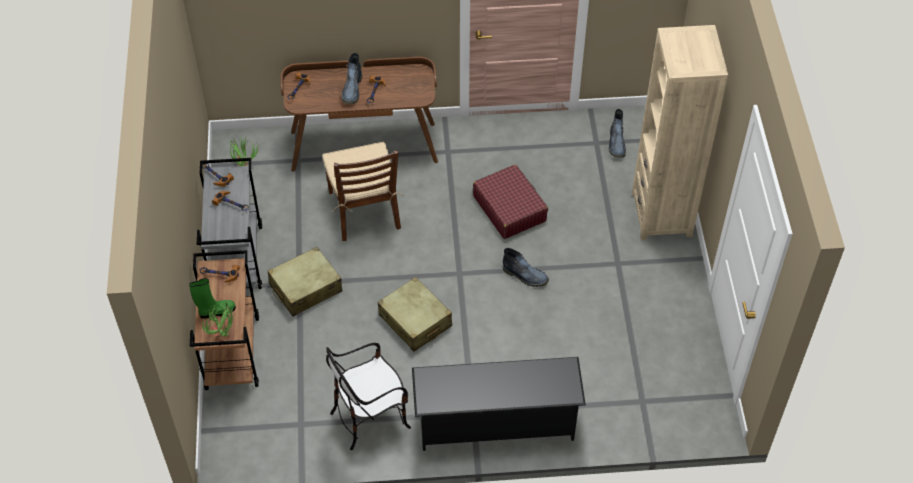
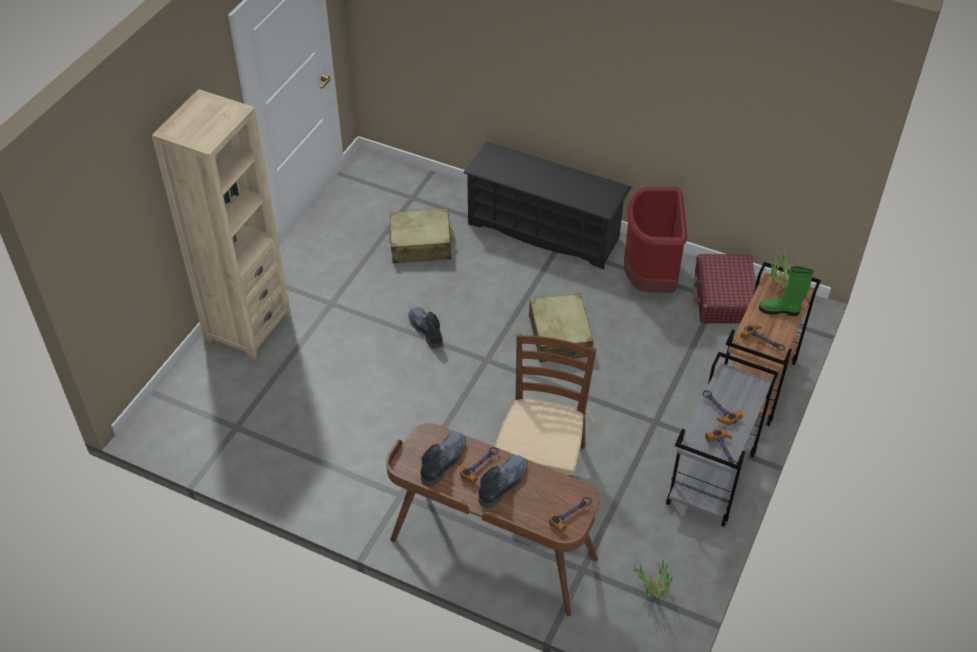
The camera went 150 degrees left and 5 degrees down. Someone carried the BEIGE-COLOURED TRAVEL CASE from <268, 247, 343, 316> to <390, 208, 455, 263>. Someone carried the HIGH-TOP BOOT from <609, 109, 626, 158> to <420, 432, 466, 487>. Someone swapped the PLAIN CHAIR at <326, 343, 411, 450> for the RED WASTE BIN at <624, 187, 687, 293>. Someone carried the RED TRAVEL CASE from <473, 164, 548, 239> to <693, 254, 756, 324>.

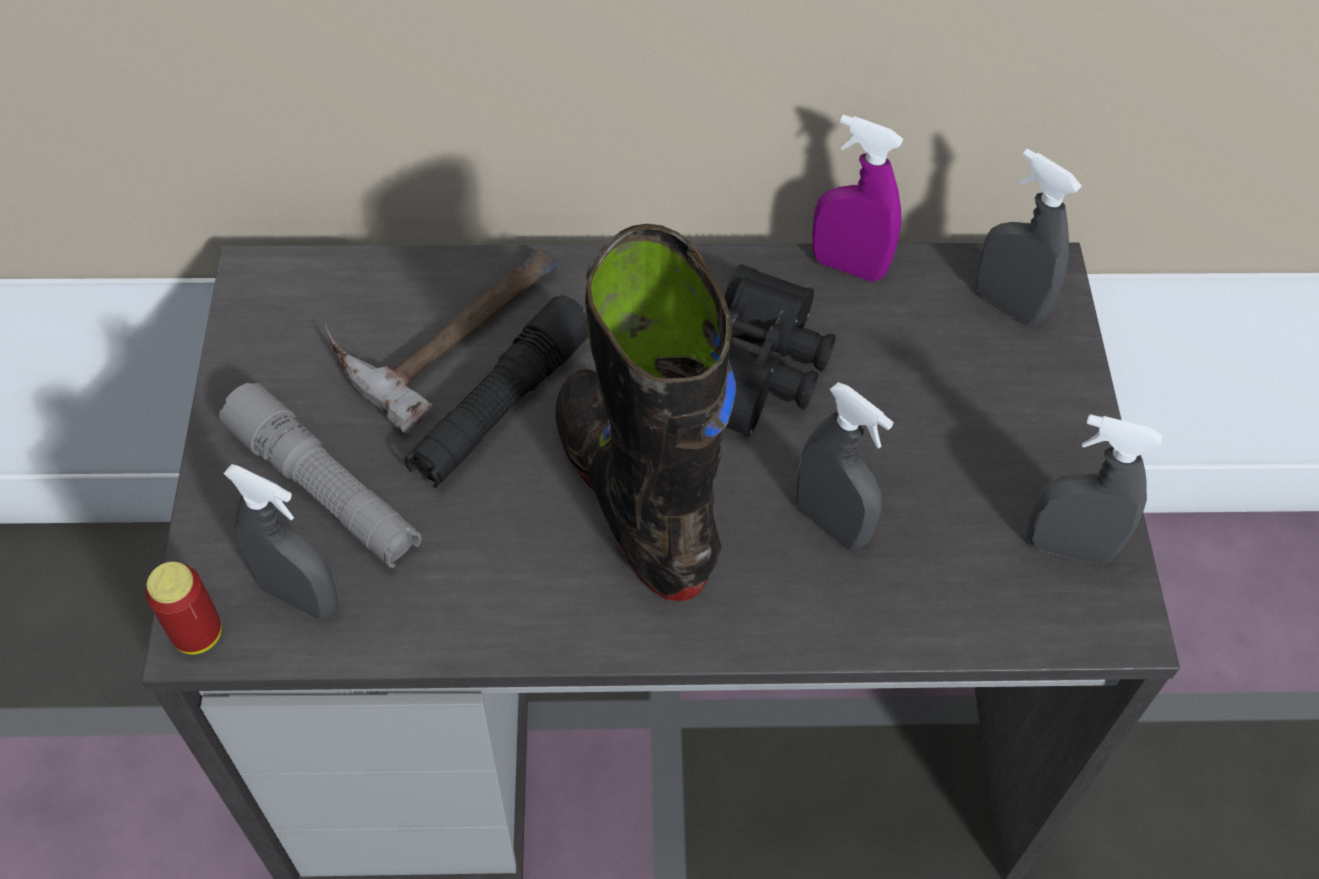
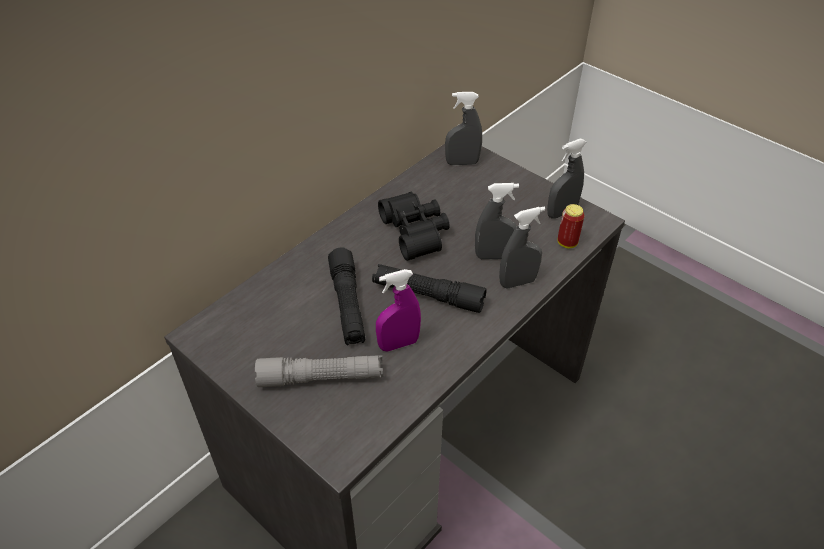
The camera went 45 degrees left and 10 degrees down. Someone swapped the BLACK HIGH-TOP BOOT at <555, 224, 736, 602> for the BLACK TORCH at <372, 264, 487, 313>. Someone carried the PURPLE SPRAY BOTTLE from <812, 115, 903, 282> to <376, 269, 421, 351>. Someone carried the GREY SPRAY BOTTLE from <223, 464, 338, 620> to <499, 207, 545, 288>. Someone carried the SEALED CAN from <145, 562, 222, 655> to <558, 204, 584, 248>. Someone took away the TOOL HAMMER at <325, 249, 558, 435>.

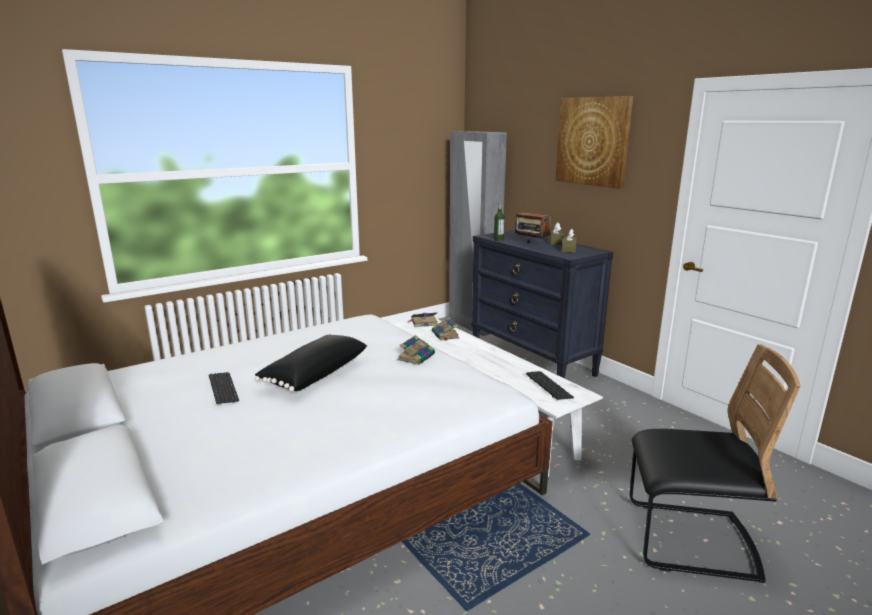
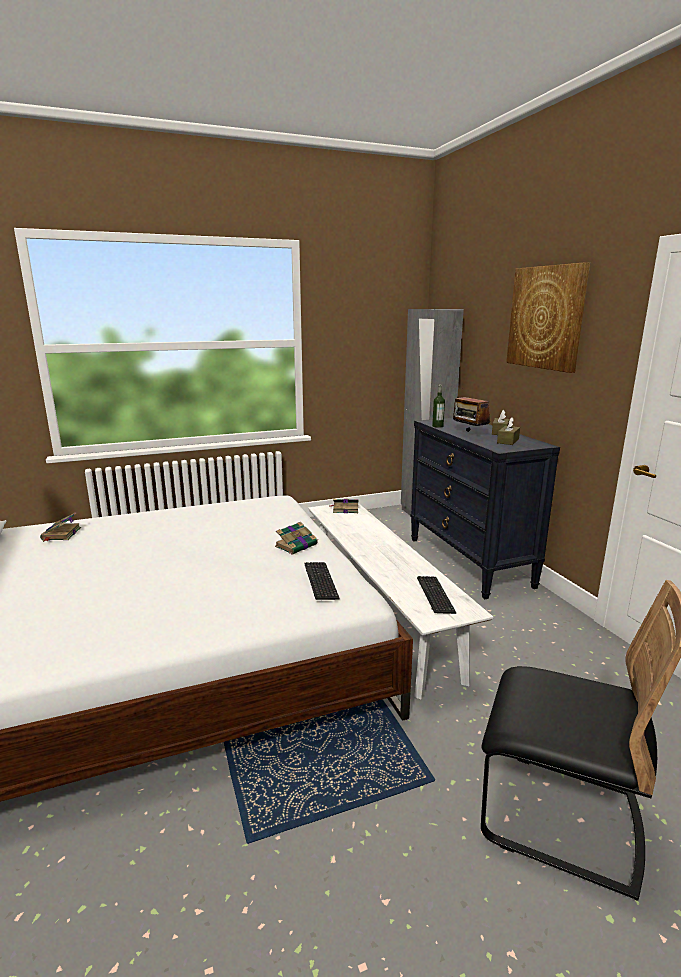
The camera went 15 degrees right and 0 degrees up. Someone carried the BOUND BOOK from <432, 317, 460, 341> to <40, 512, 81, 542>. Someone carried the PC KEYBOARD from <209, 372, 239, 404> to <304, 562, 340, 600>. Someone took away the BLACK THROW PILLOW at <255, 335, 368, 392>.

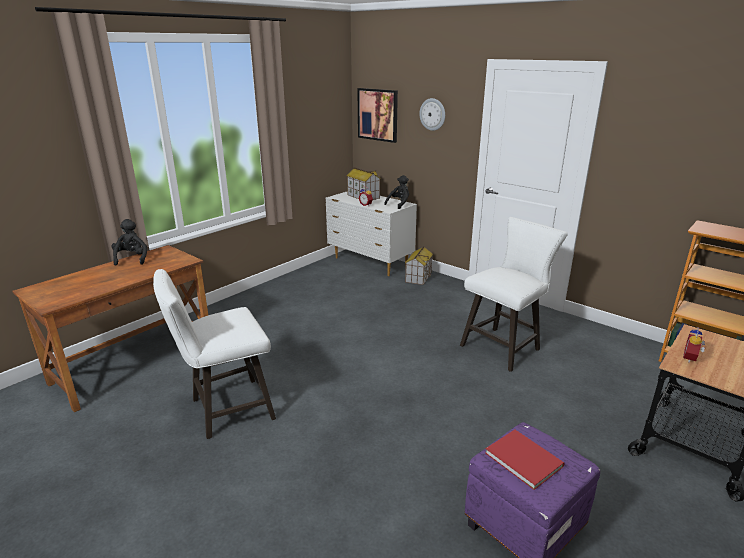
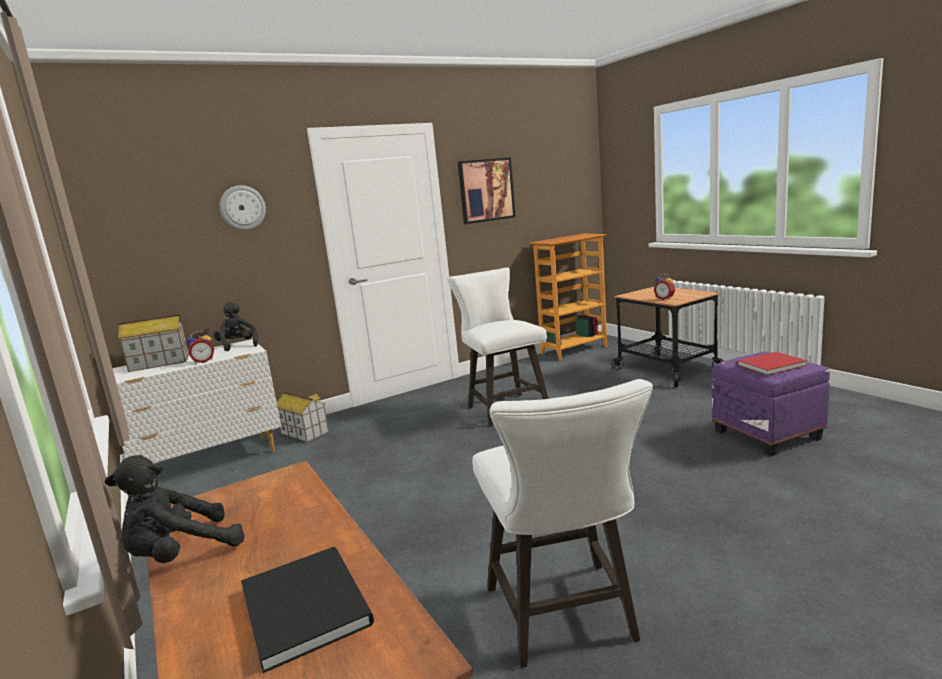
The camera went 70 degrees left and 10 degrees down. Someone rotated the BLACK PLUSH TOY at <112, 219, 147, 266> by 45 degrees counterclockwise. Someone put down the BLACK BOUND BOOK at <241, 547, 374, 673>. Someone carried the WALL PICTURE from <357, 88, 398, 143> to <458, 157, 516, 224>.

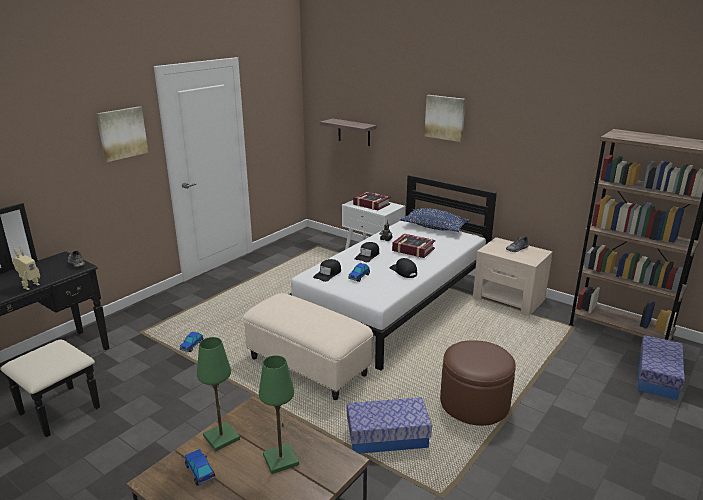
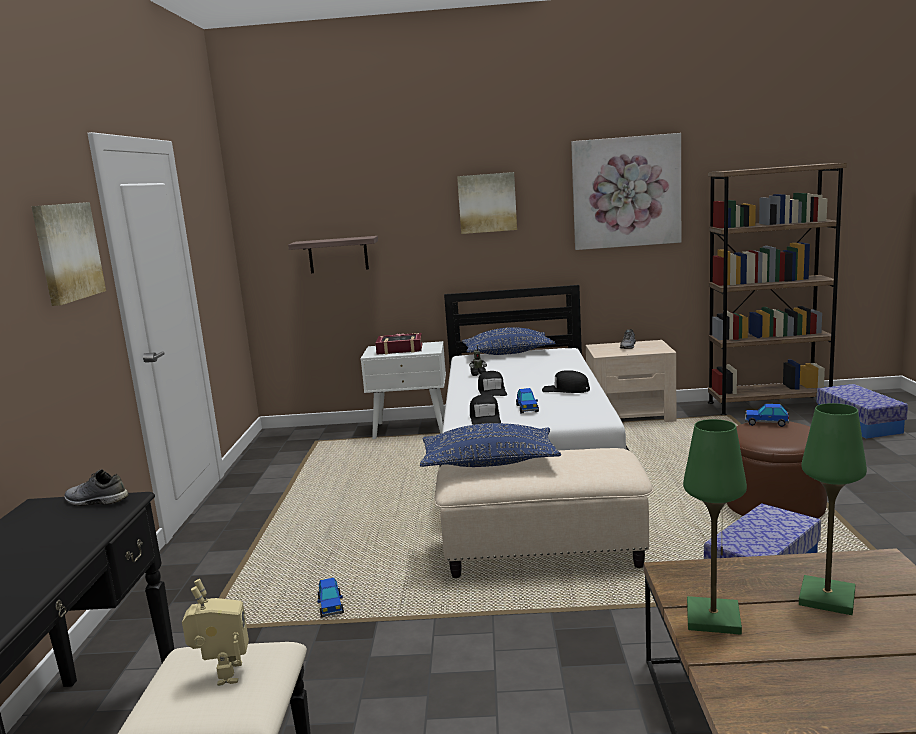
The camera went 35 degrees left and 10 degrees down. Someone carried the MODEL ROBOT from <13, 246, 40, 290> to <182, 579, 249, 686>. Someone put down the BLUISH THROW PILLOW at <420, 423, 561, 467>. Someone put up the WALL PICTURE at <571, 133, 681, 250>. Someone carried the MODEL CAR from <185, 449, 215, 486> to <745, 404, 789, 427>. Someone took away the BOUND BOOK at <392, 234, 435, 258>.

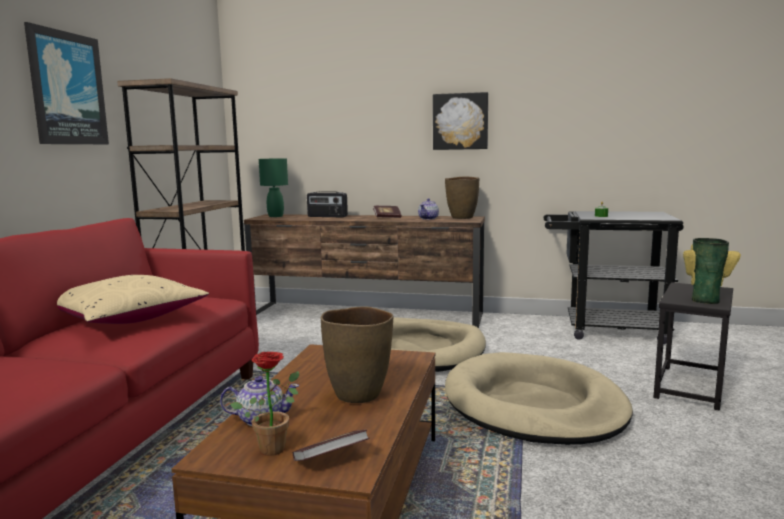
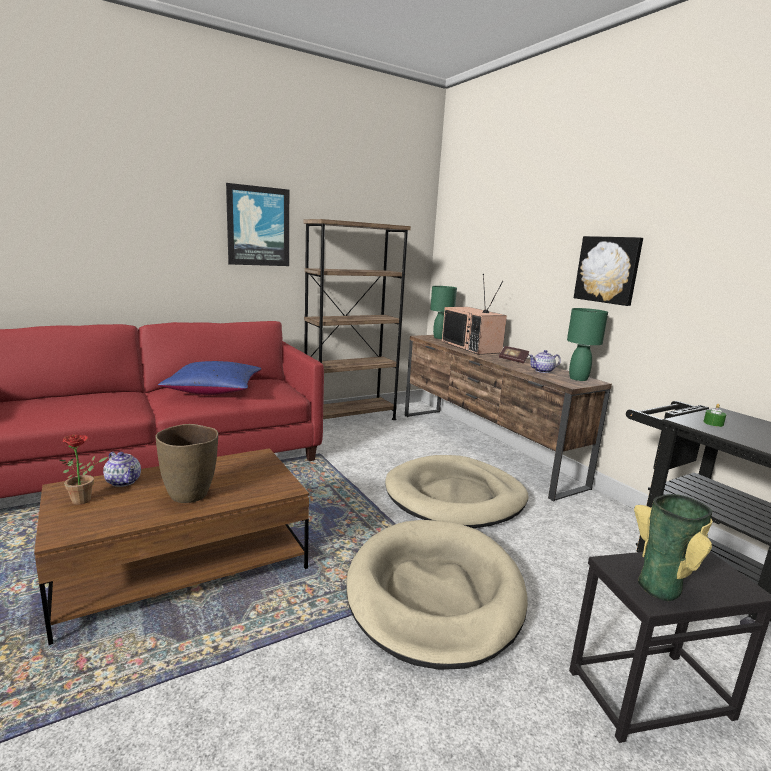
The camera went 45 degrees right and 5 degrees up. Someone repainted the BEIGE-COLOURED THROW PILLOW at <57, 275, 209, 324>, which became the BLUISH THROW PILLOW at <158, 361, 261, 395>. Someone swapped the RADIO RECEIVER at <307, 191, 348, 217> for the TELEVISION at <442, 274, 507, 354>. Someone swapped the BROWN DECORATIVE VASE at <445, 176, 480, 219> for the GREEN LAMP FOR A TABLE at <567, 308, 608, 381>. Someone took away the BOUND BOOK at <292, 430, 370, 461>.

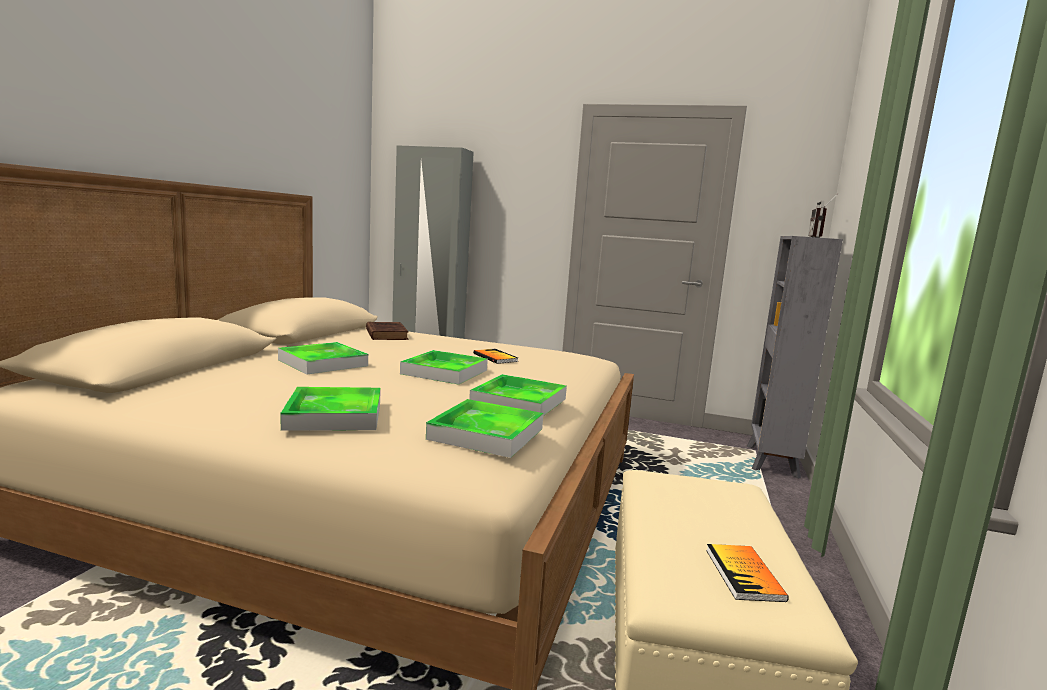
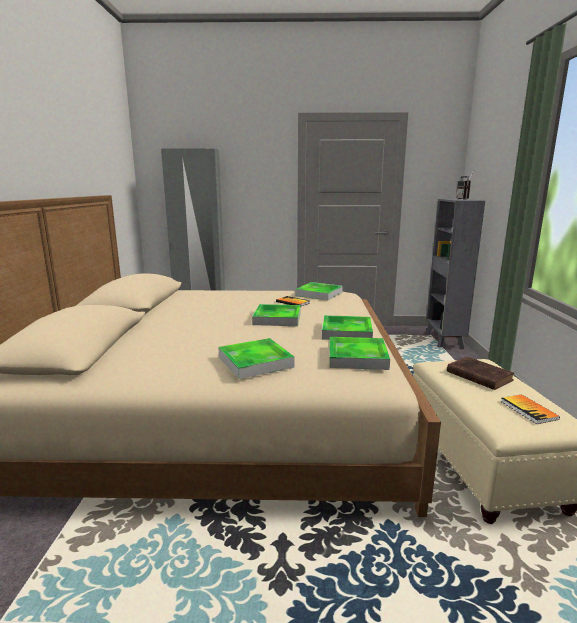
The camera went 15 degrees left and 5 degrees up. Someone carried the TRAY from <278, 342, 368, 374> to <295, 282, 343, 300>. Someone carried the BROWN BOUND BOOK from <366, 322, 408, 340> to <447, 357, 515, 390>.

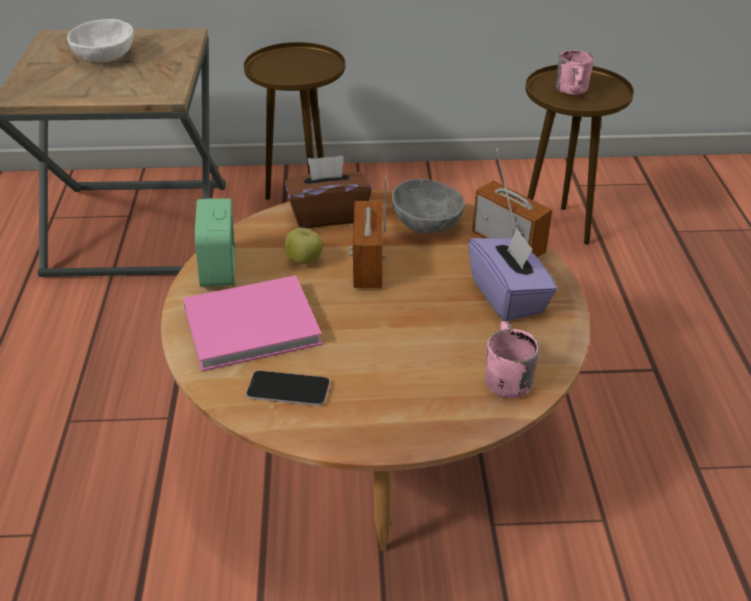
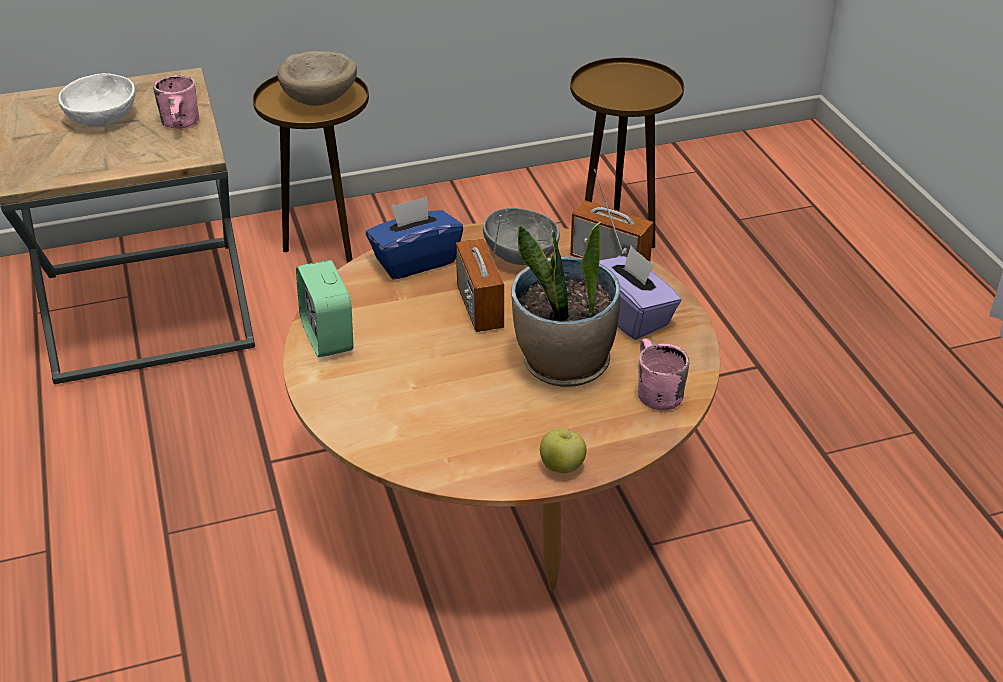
The camera went 15 degrees left and 0 degrees up. Someone carried the PINK-COLOURED COFFEE MUG from <556, 50, 594, 95> to <153, 76, 199, 129>. Someone put down the BEIGE-COLOURED BOWL at <277, 51, 357, 106>. Someone repainted the BROWN TISSUE HOLDER at <285, 155, 372, 228>, which became the BLUISH TISSUE HOLDER at <366, 196, 463, 280>. Someone put down the PLANT IN A POT at <511, 222, 620, 387>. Someone carried the APPLE FRUIT from <285, 228, 323, 264> to <540, 429, 587, 473>. Someone took away the PINK-COLOURED BOUND BOOK at <183, 275, 322, 371>. Someone took away the HANDSET at <246, 370, 330, 406>.

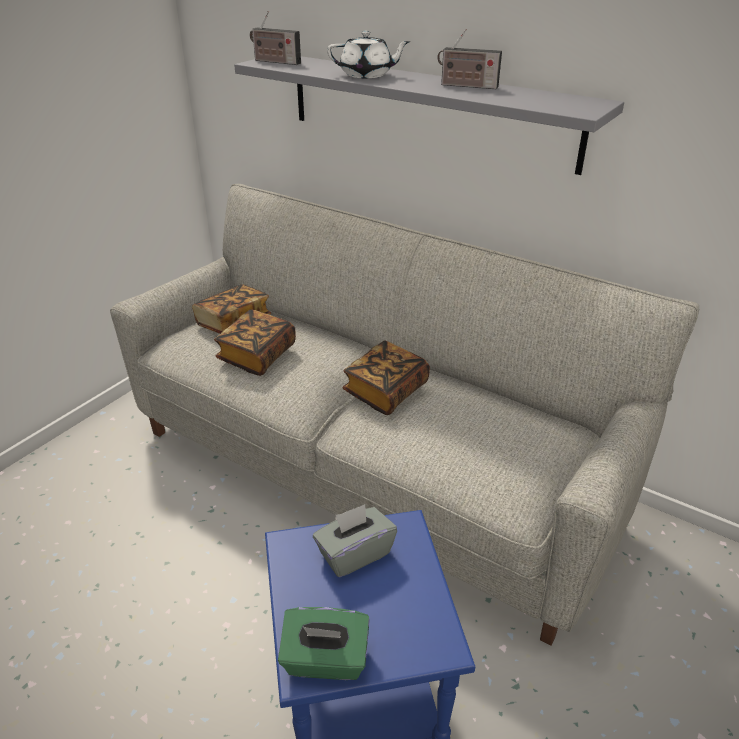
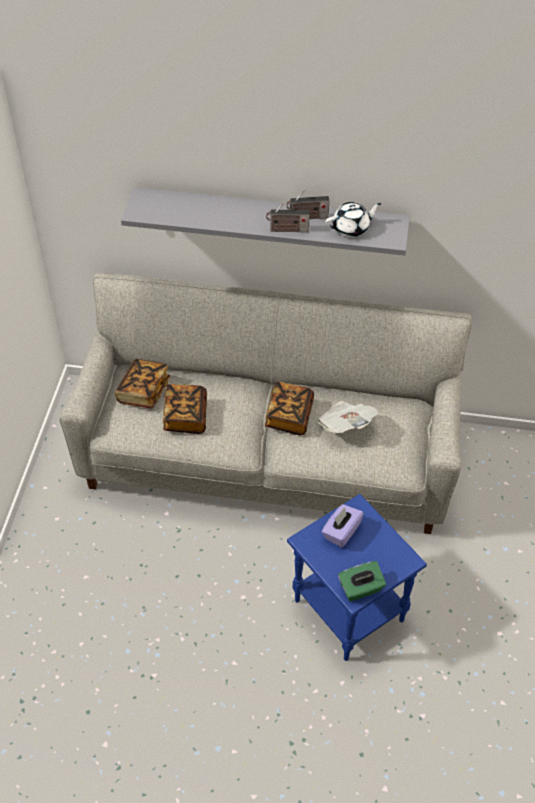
The camera went 25 degrees left and 15 degrees up. Someone carried the RADIO RECEIVER from <250, 11, 301, 65> to <266, 202, 310, 232>. Someone put down the PRINTED PAPER at <316, 401, 379, 433>. Someone repainted the GREY TISSUE HOLDER at <313, 504, 397, 577>, which became the PURPLE TISSUE HOLDER at <322, 504, 364, 548>. Someone carried the WHITE POT FOR TEA from <327, 31, 411, 78> to <326, 202, 382, 237>.

